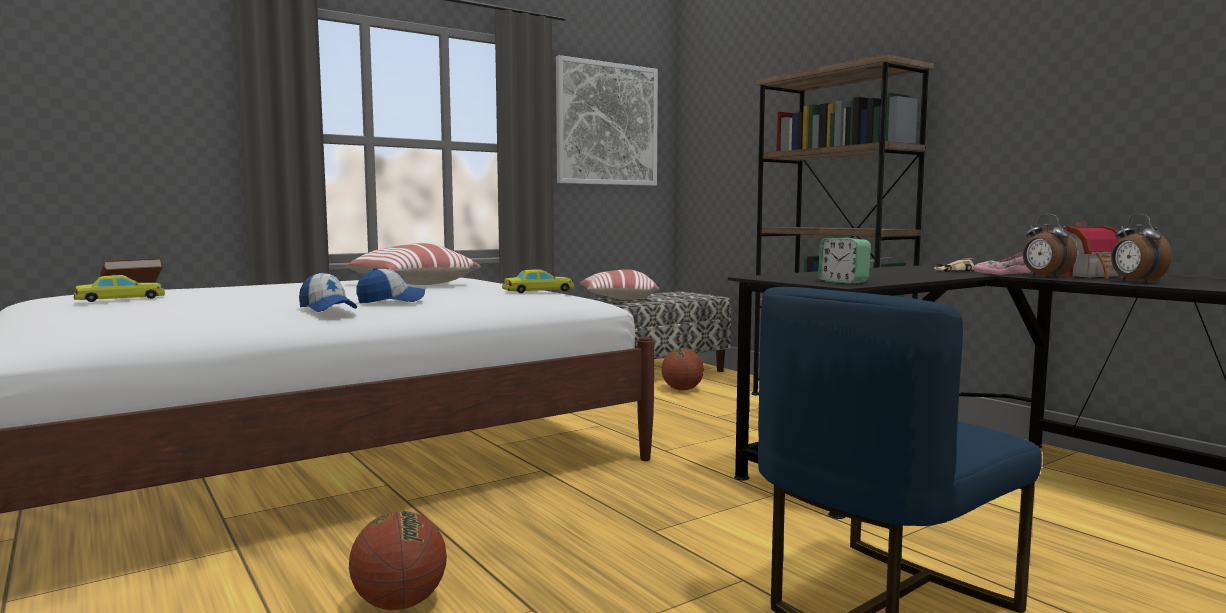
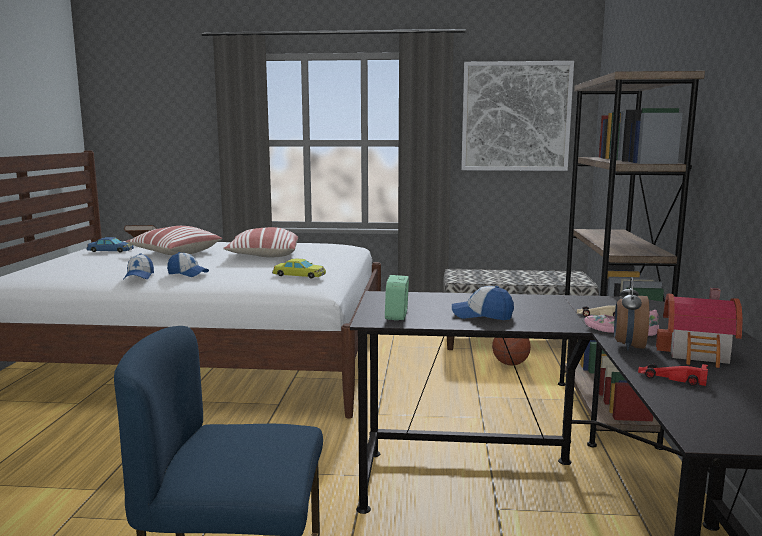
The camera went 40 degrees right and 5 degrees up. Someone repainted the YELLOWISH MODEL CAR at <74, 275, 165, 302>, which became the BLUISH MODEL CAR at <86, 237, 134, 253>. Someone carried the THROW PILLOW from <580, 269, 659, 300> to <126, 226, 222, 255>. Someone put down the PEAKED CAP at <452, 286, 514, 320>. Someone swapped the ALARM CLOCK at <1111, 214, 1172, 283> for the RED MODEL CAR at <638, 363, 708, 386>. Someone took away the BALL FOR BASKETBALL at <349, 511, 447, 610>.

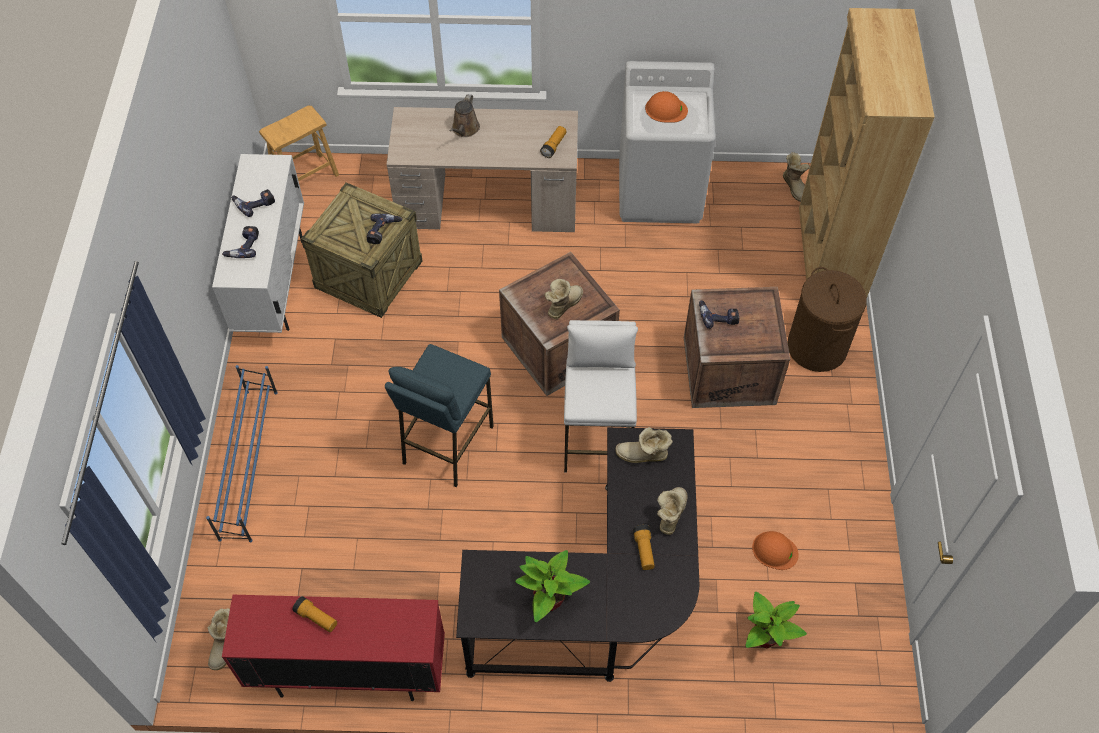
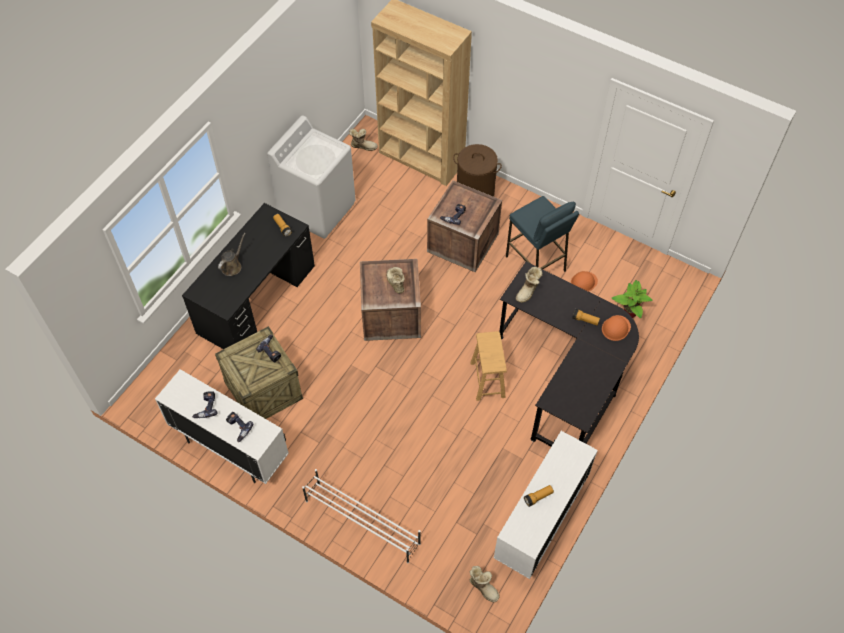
The camera went 60 degrees left and 0 degrees up. Someone repainted the BEIGE-COLOURED DESK TABLE at <386, 107, 578, 232>, which became the BLACK DESK TABLE at <182, 203, 315, 349>. Someone rotated the BROWN SPRINKLING CAN at <450, 94, 480, 137> by 105 degrees counterclockwise. Someone repainted the BLUISH SHOE STAND at <206, 365, 278, 542>, which became the WHITE SHOE STAND at <302, 469, 421, 563>. Someone carried the BROWN STOOL SEAT from <259, 106, 339, 181> to <470, 331, 507, 401>. Someone repainted the RED CUPBOARD at <222, 595, 445, 701>, which became the WHITE CUPBOARD at <494, 431, 598, 579>. Someone carried the BLUISH STOOL SEAT from <385, 344, 494, 487> to <506, 196, 579, 272>. Someone carried the ORANGE HARD HAT from <645, 91, 688, 123> to <602, 315, 631, 341>. Someone took away the PLANT IN A POT at <515, 550, 590, 622>. Someone took away the WHITE STOOL SEAT at <564, 320, 638, 473>. Someone took away the HIGH-TOP BOOT at <657, 487, 687, 535>.

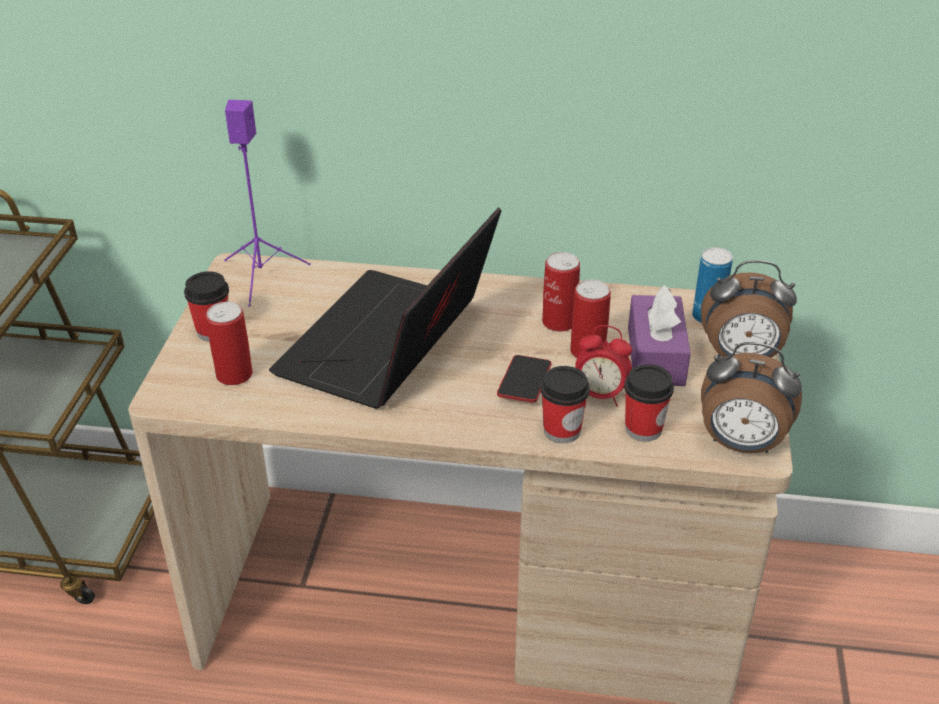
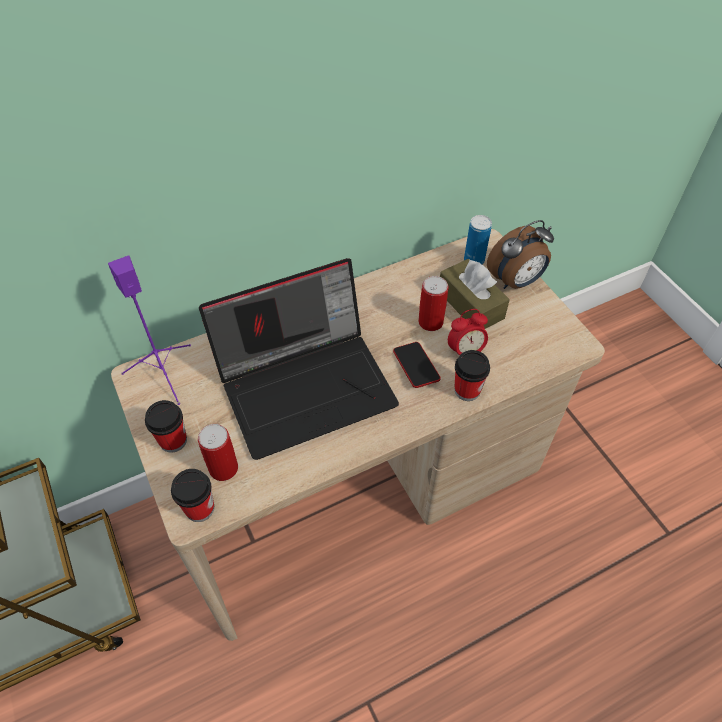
The camera went 35 degrees left and 15 degrees up. Someone carried the CUP from <624, 364, 674, 442> to <171, 469, 214, 522>. Someone rotated the NOTEBOOK COMPUTER at <269, 207, 501, 409> by 105 degrees counterclockwise. Someone repainted the PURPLE TISSUE HOLDER at <628, 285, 691, 386>, which became the BROWN TISSUE HOLDER at <440, 259, 510, 329>. Someone took away the SEALED CAN at <542, 252, 580, 332>. Someone took away the ALARM CLOCK at <701, 342, 802, 453>.

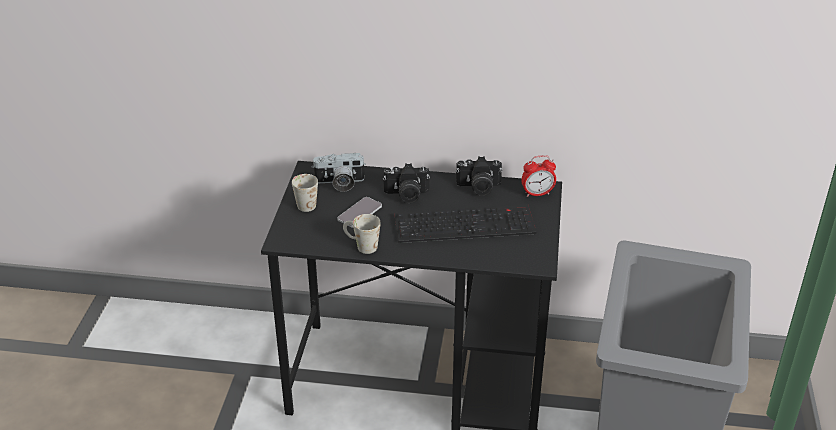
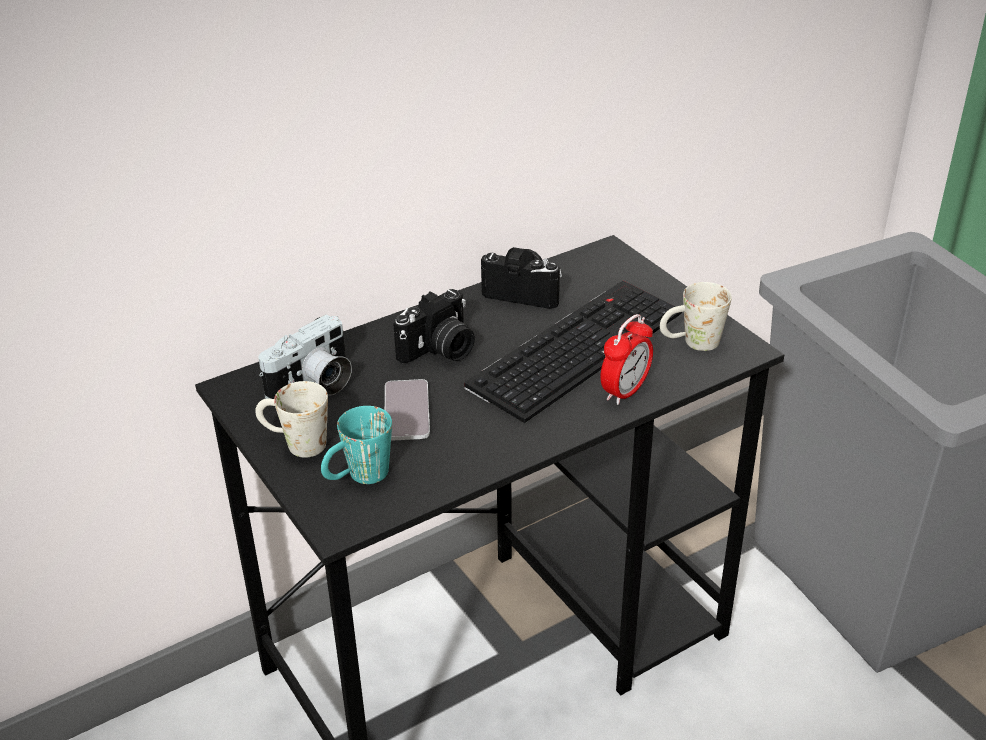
The camera went 40 degrees left and 0 degrees up. Someone put down the BLUE-GREEN COFFEE MUG at <321, 406, 392, 484>. Someone rotated the PHOTO CAMERA at <456, 156, 503, 196> by 120 degrees counterclockwise. Someone carried the ALARM CLOCK from <521, 155, 556, 197> to <600, 314, 653, 405>. Someone carried the WHITE COFFEE MUG from <343, 214, 381, 254> to <660, 282, 732, 351>.

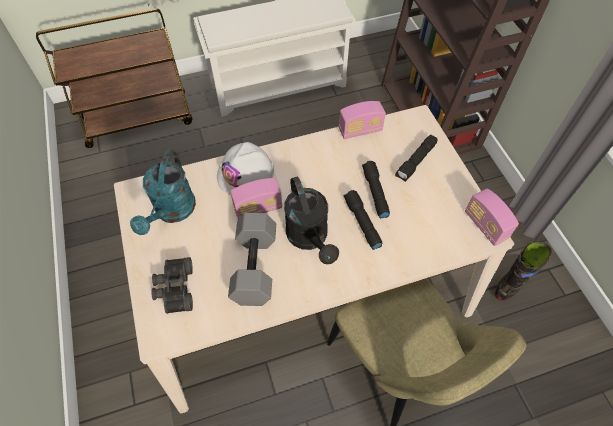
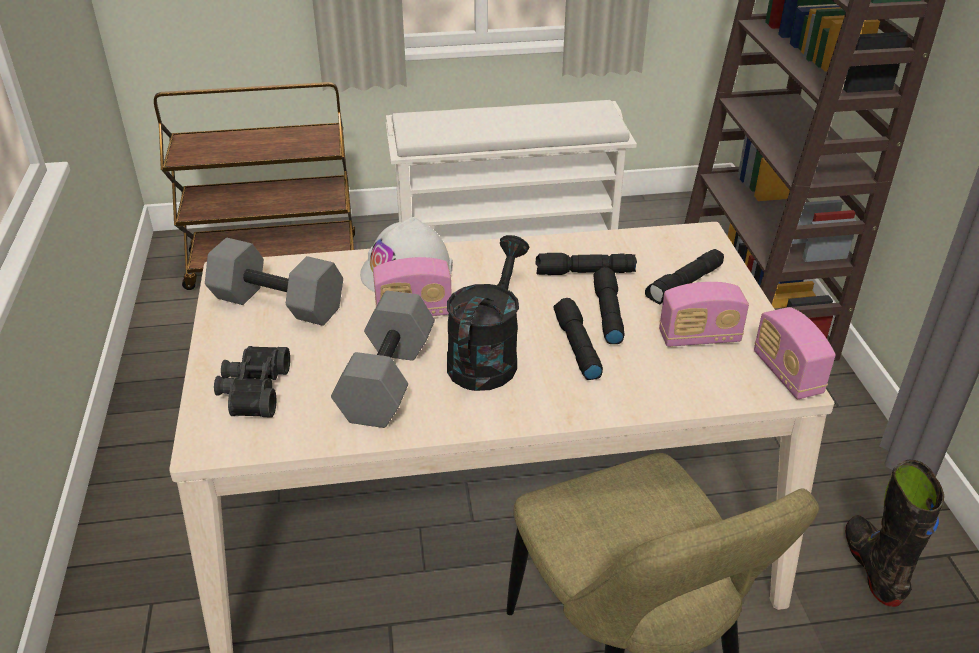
The camera went 10 degrees right and 20 degrees down. Someone swapped the BLUE-GREEN SPRINKLING CAN at <130, 150, 196, 235> for the GREY HAND WEIGHT at <205, 238, 343, 326>. Someone rotated the BLACK SPRINKLING CAN at <284, 177, 339, 264> by 150 degrees counterclockwise. Someone put down the BLACK TORCH at <536, 253, 637, 275>. Someone carried the RADIO RECEIVER from <339, 101, 386, 139> to <659, 282, 749, 347>. Someone rotated the BLACK HIGH-TOP BOOT at <495, 241, 552, 301> by 60 degrees counterclockwise.

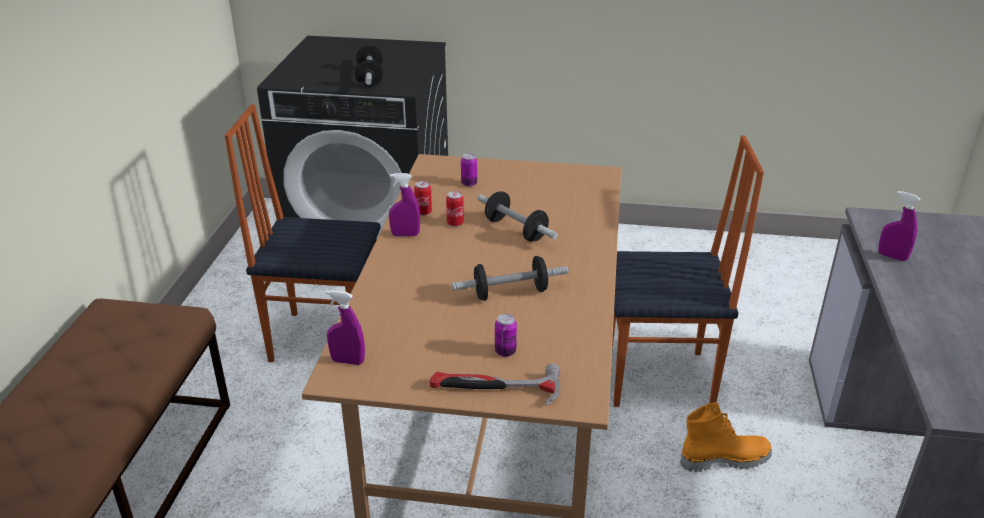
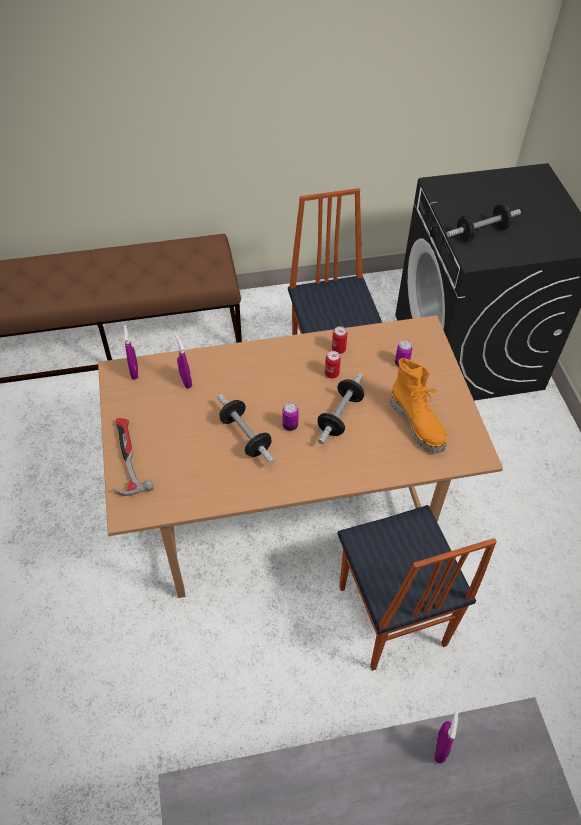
The camera went 70 degrees right and 20 degrees up. Someone carried the PURPLE SPRAY BOTTLE from <389, 173, 420, 236> to <176, 335, 192, 389>. Someone carried the SEALED CAN from <495, 314, 517, 357> to <283, 403, 299, 431>. Someone carried the ORANGE HIGH-TOP BOOT from <680, 402, 772, 472> to <390, 358, 447, 453>.

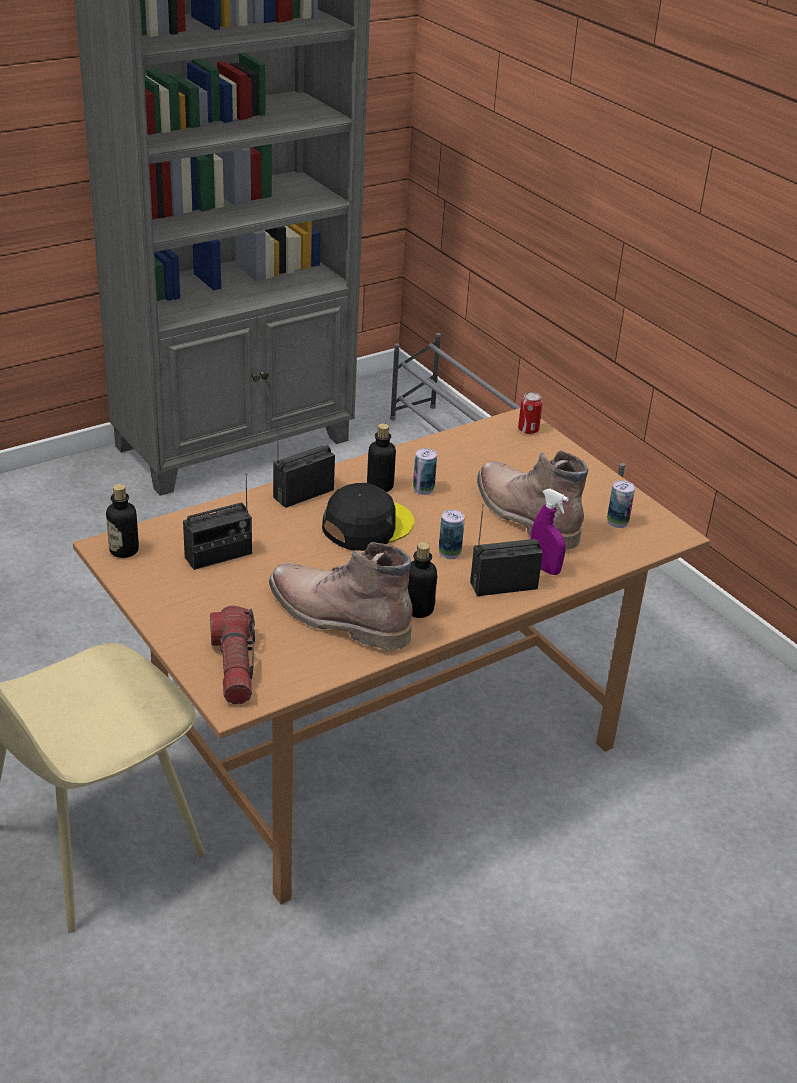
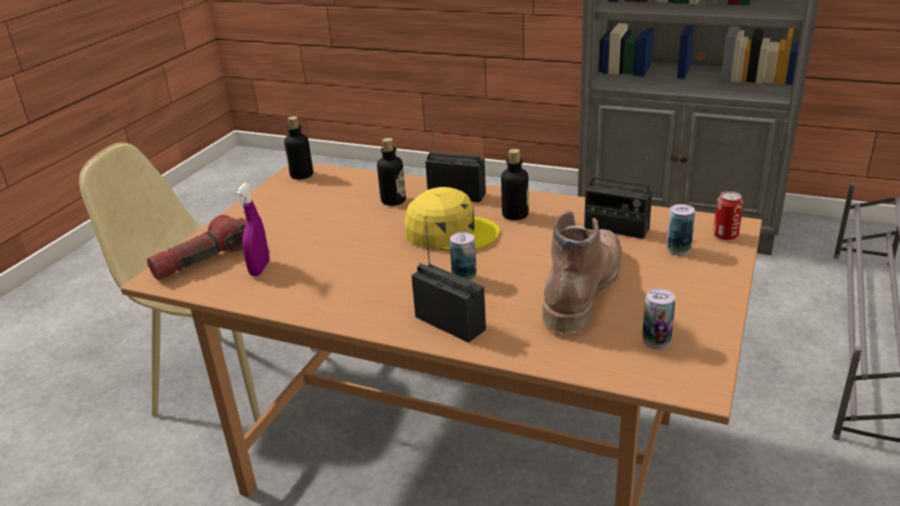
The camera went 60 degrees right and 5 degrees down. Someone carried the PURPLE SPRAY BOTTLE from <530, 489, 569, 575> to <236, 183, 269, 276>. Someone carried the DRINK BOTTLE from <408, 542, 437, 618> to <377, 138, 406, 206>. Someone repainted the BLACK PEAKED CAP at <322, 483, 414, 551>, which became the YELLOWISH PEAKED CAP at <404, 187, 500, 251>. Someone carried the RADIO RECEIVER from <183, 473, 252, 570> to <584, 151, 652, 239>. Someone carried the SEALED CAN from <413, 448, 437, 495> to <666, 204, 695, 256>. Someone took away the BROWN HIGH-TOP BOOT at <269, 542, 413, 650>.

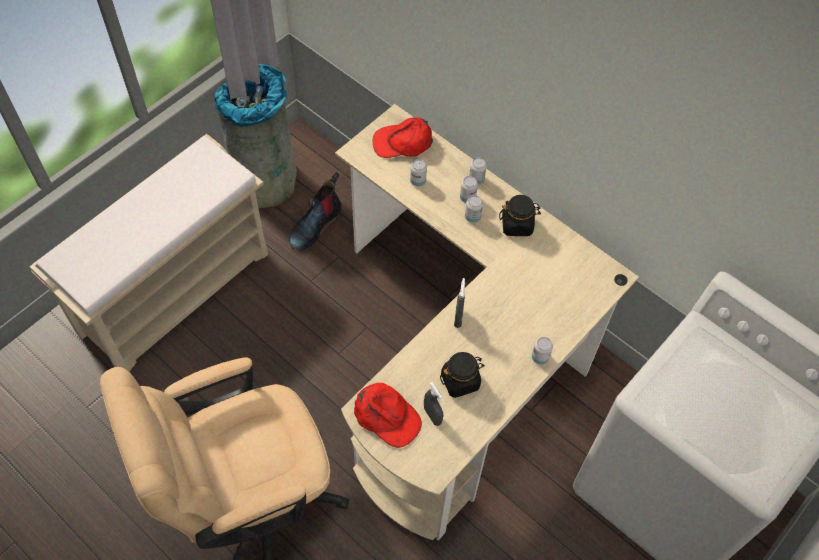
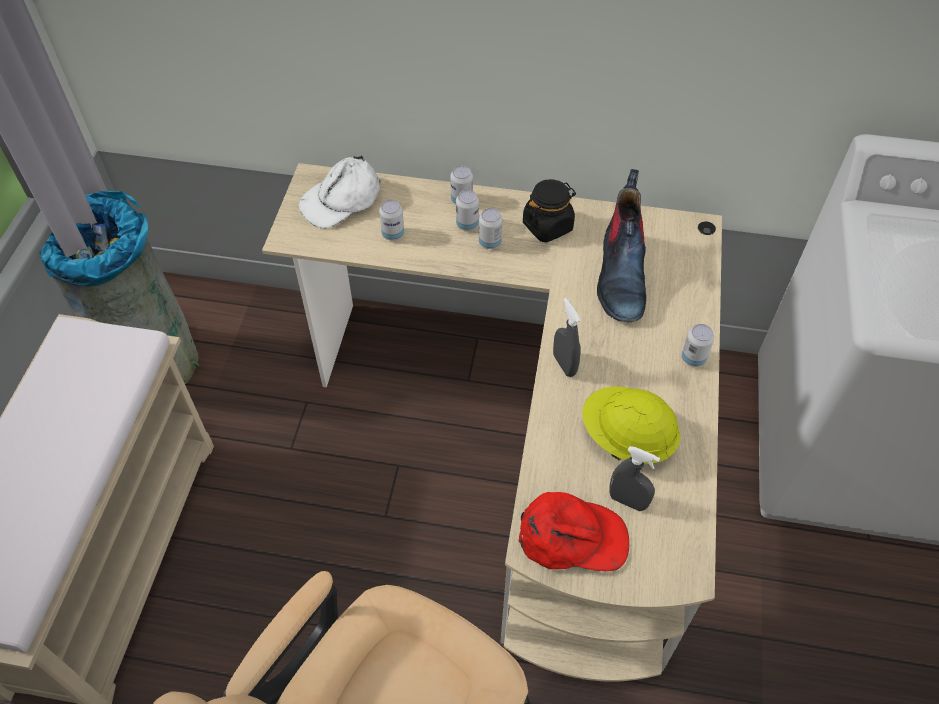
The camera went 30 degrees left and 5 degrees down. Someone repainted the RED PEAKED CAP at <373, 117, 433, 158>, which became the WHITE PEAKED CAP at <299, 156, 381, 229>. Someone swapped the BLACK PRESERVE JAR at <440, 352, 485, 398> for the YELLOWISH HARD HAT at <582, 386, 680, 464>. Someone carried the HIGH-TOP BOOT from <289, 172, 342, 250> to <597, 169, 646, 322>.

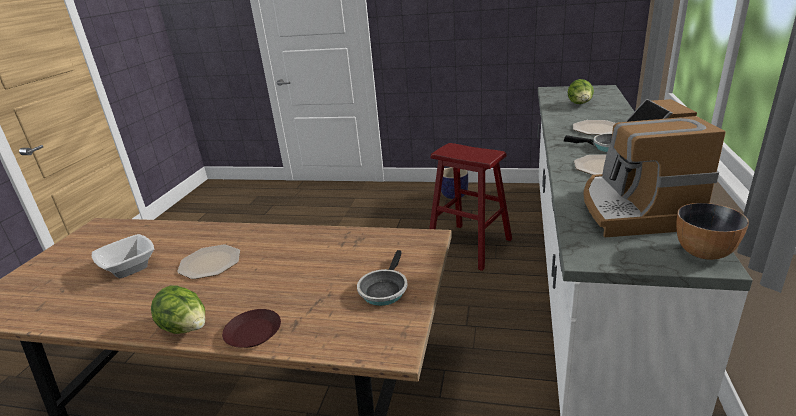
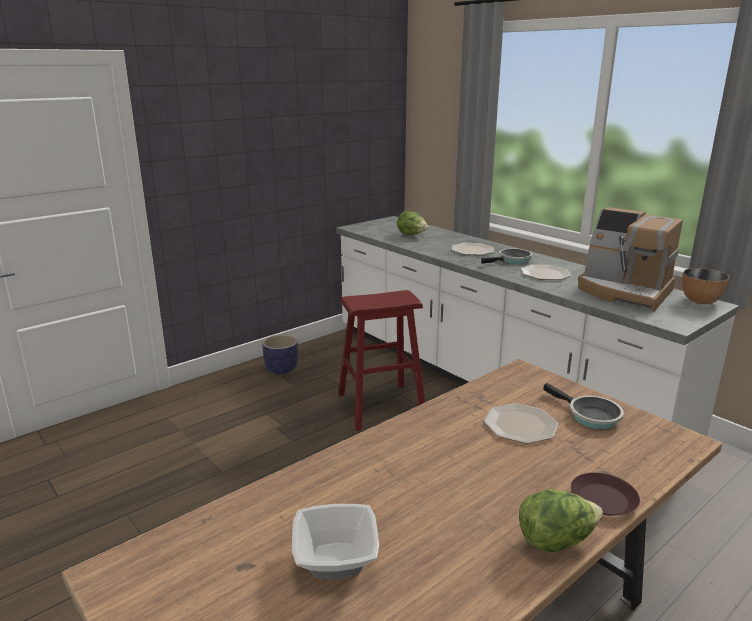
The camera went 55 degrees left and 5 degrees down. Someone carried the FLAT DISH from <177, 245, 240, 279> to <483, 403, 558, 444>.

